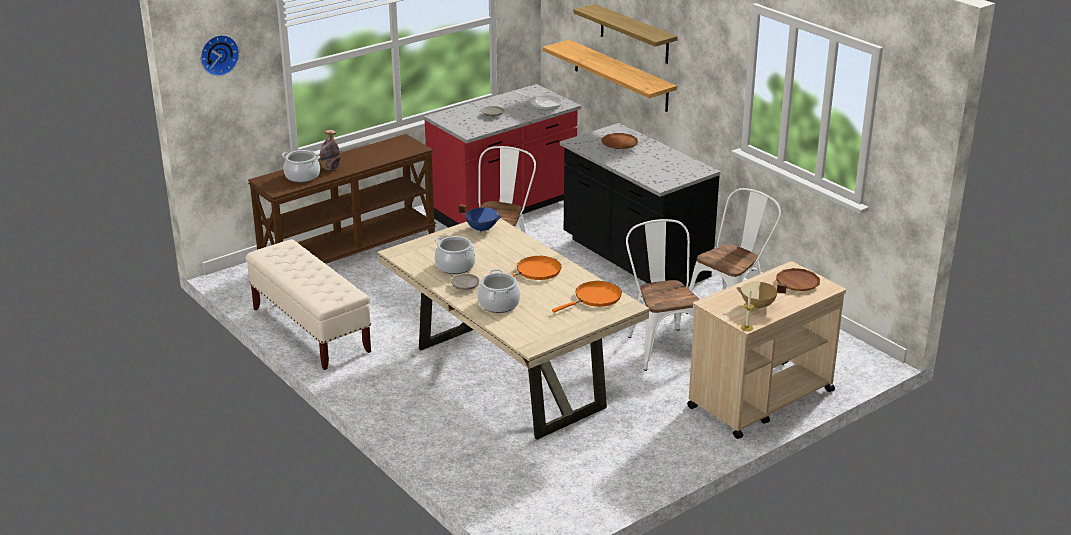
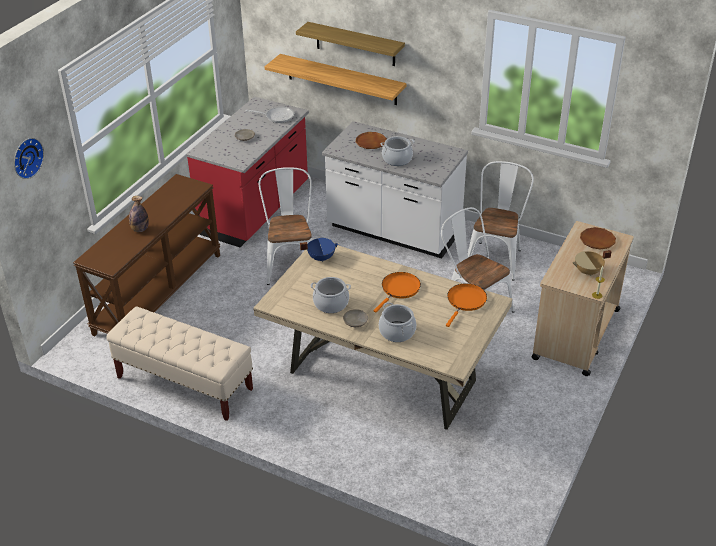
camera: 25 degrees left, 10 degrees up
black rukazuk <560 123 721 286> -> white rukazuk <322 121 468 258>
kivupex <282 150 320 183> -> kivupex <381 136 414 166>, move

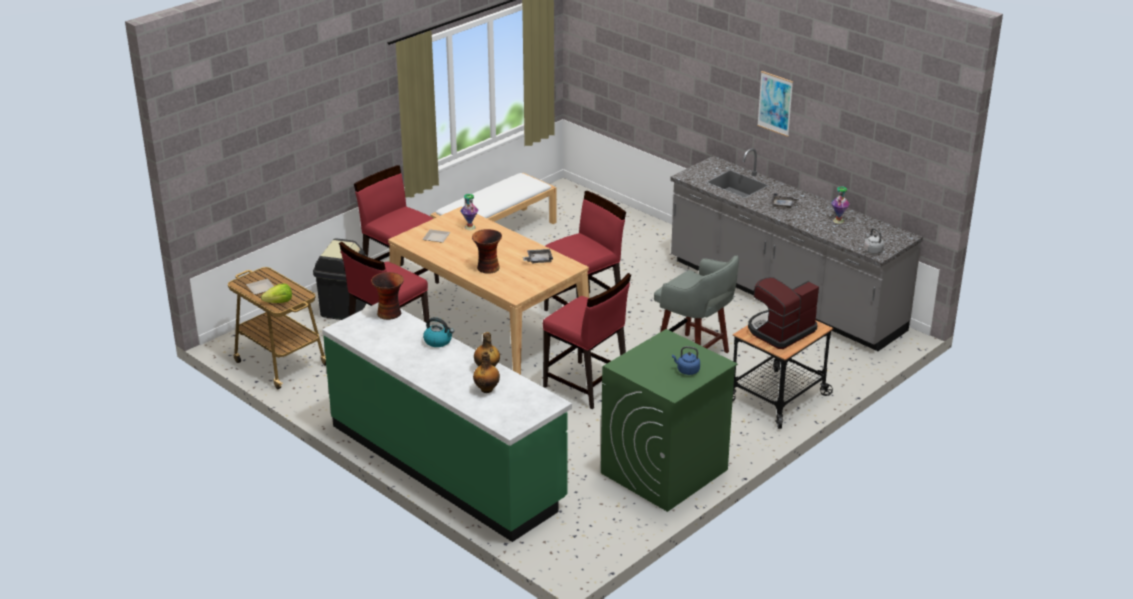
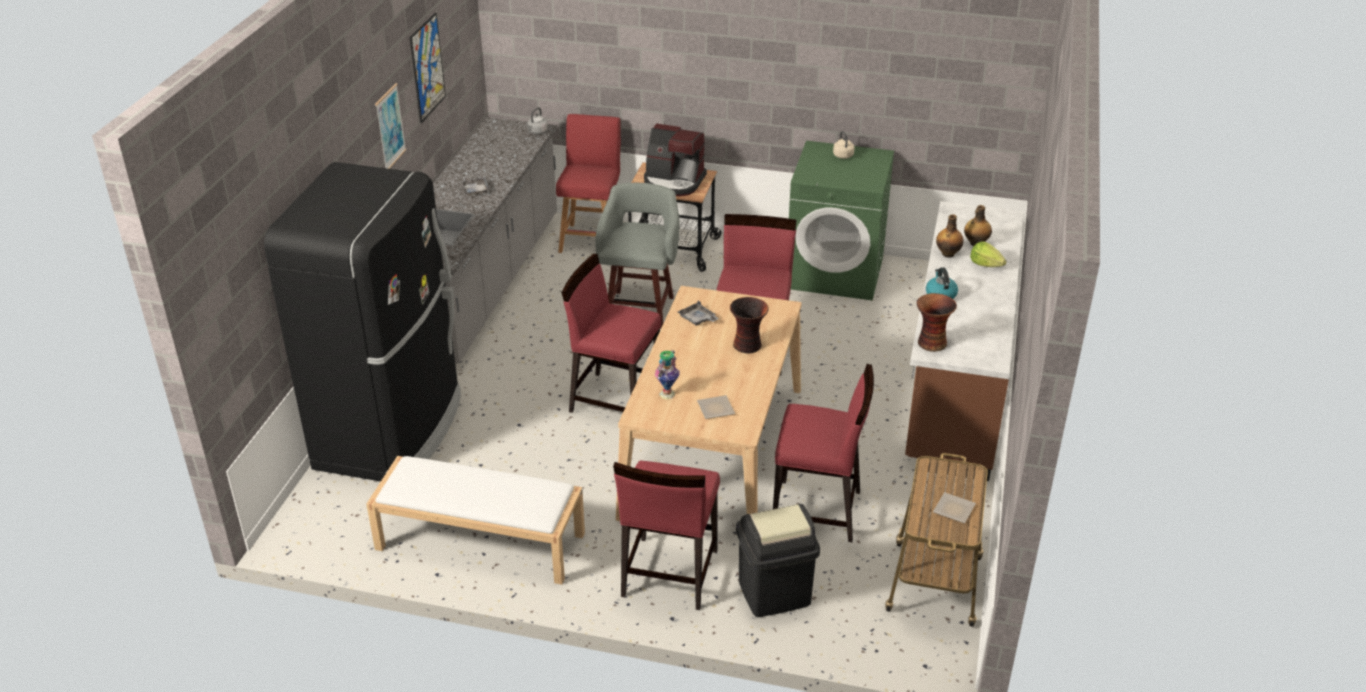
camera: 120 degrees left, 5 degrees up
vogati <831 186 850 224> -> none
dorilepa <261 284 292 303> -> dorilepa <970 241 1006 267>, move
green rukazuk <322 302 572 542> -> brown rukazuk <905 201 1024 481>
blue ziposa <672 346 700 375> -> beige ziposa <833 131 855 159>
none -> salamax <410 13 446 123>
none -> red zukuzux <556 114 621 253>
none -> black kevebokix <264 162 461 482>

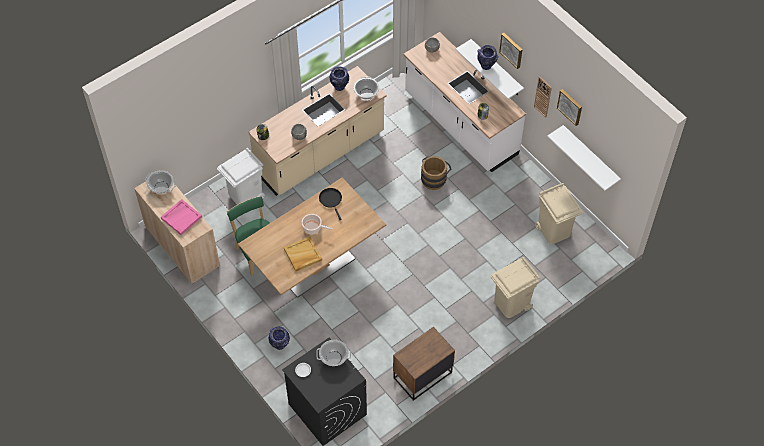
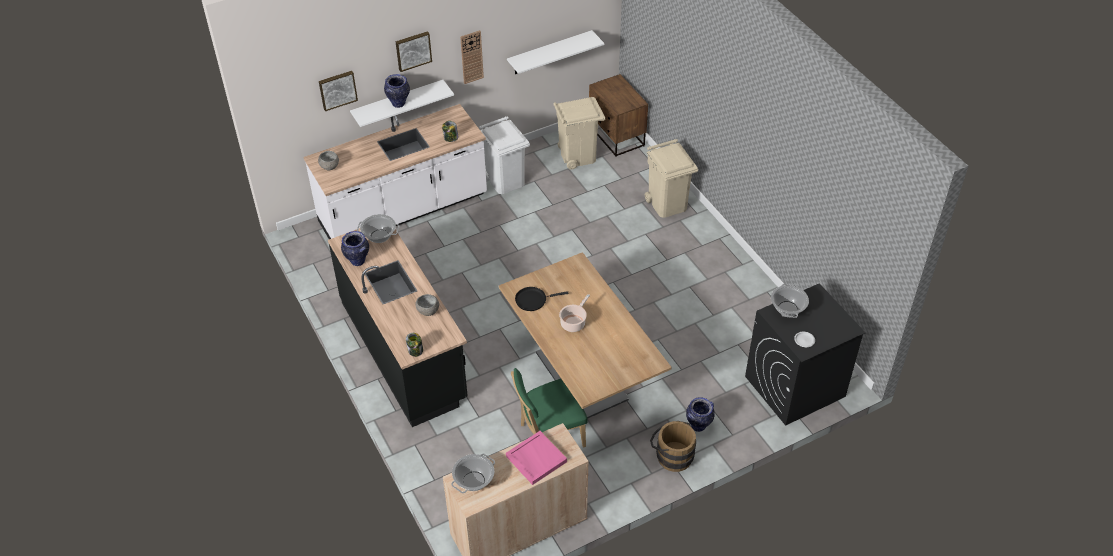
camera: 80 degrees left, 10 degrees down
beige rukazuk <248 66 387 196> -> black rukazuk <328 228 468 427>
salamax <557 89 582 126> -> salamax <319 71 358 111>, move
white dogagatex <217 148 265 205> -> white dogagatex <479 116 530 194>, move
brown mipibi <421 156 451 190> -> brown mipibi <650 421 696 472>, move
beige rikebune <284 237 322 271> -> none
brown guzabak <393 327 455 401> -> brown guzabak <589 74 648 157>, move

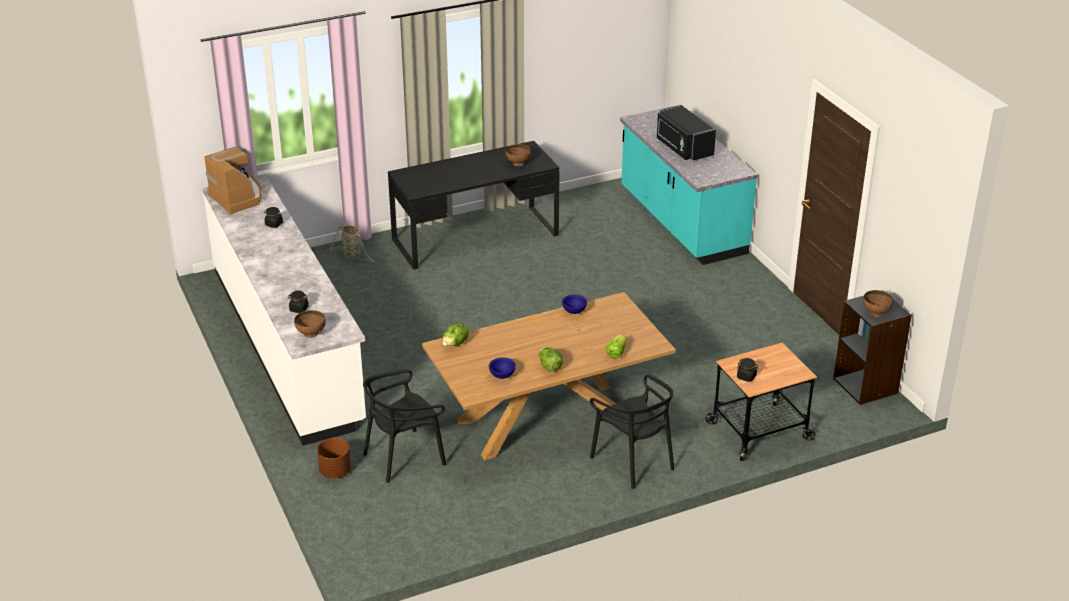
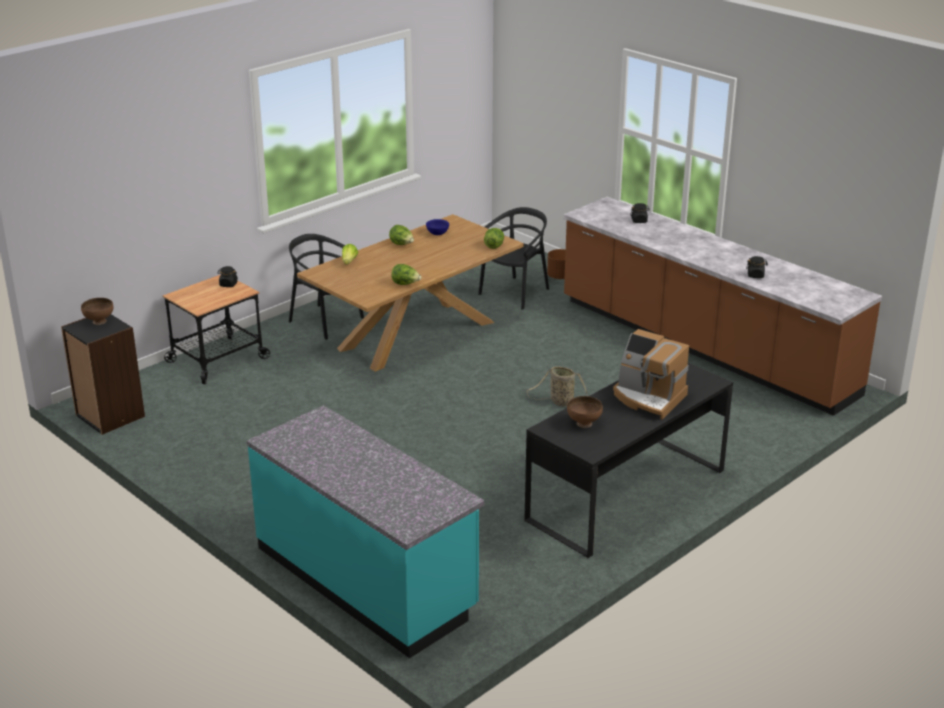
camera: 160 degrees right, 5 degrees down
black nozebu <657 105 716 162> -> none
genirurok <205 147 262 214> -> genirurok <613 329 689 420>, move
white rukazuk <202 176 366 446> -> brown rukazuk <563 197 882 416>
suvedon <330 225 374 262> -> suvedon <527 366 587 406>, move
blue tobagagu <562 295 587 314> -> dorilepa <391 264 421 285>
brown tobagagu <294 310 326 338> -> none

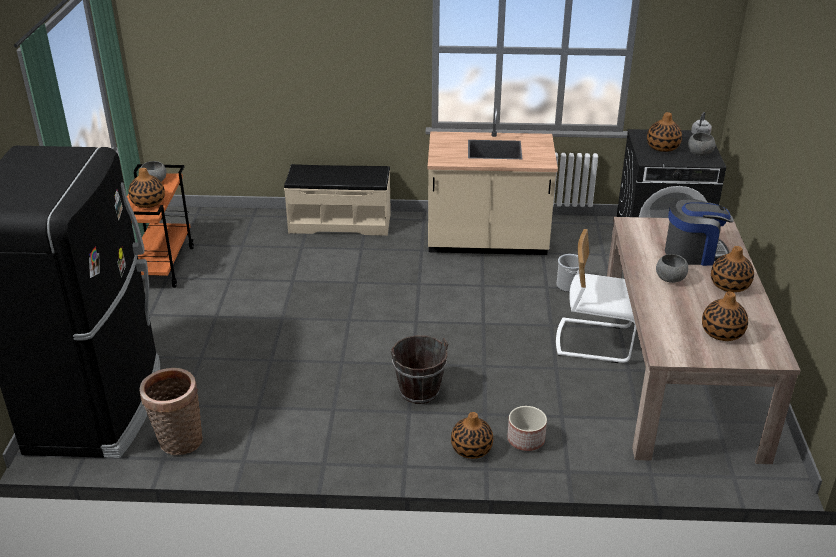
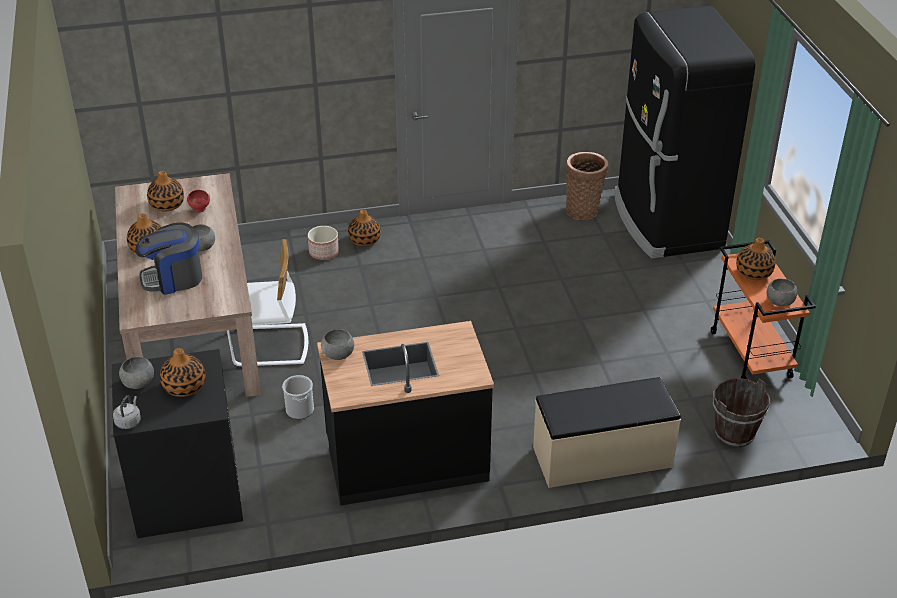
camera: 165 degrees right, 5 degrees up
beige rukazuk <428 108 558 255> -> black rukazuk <317 321 494 506>
brown mipibi <391 335 448 404> -> brown mipibi <713 378 770 447>, move
none -> red tobagagu <187 190 210 213>
none -> grey tobagagu <321 329 354 360>

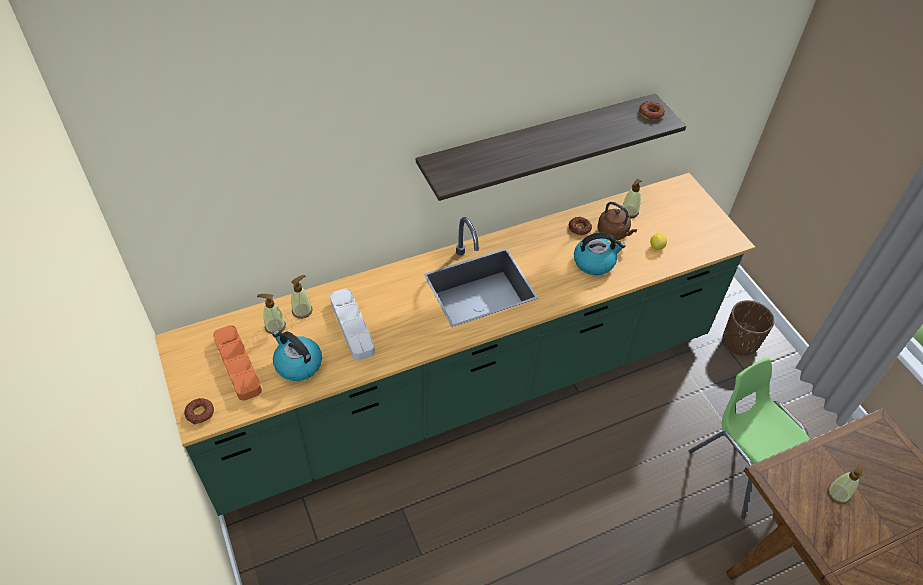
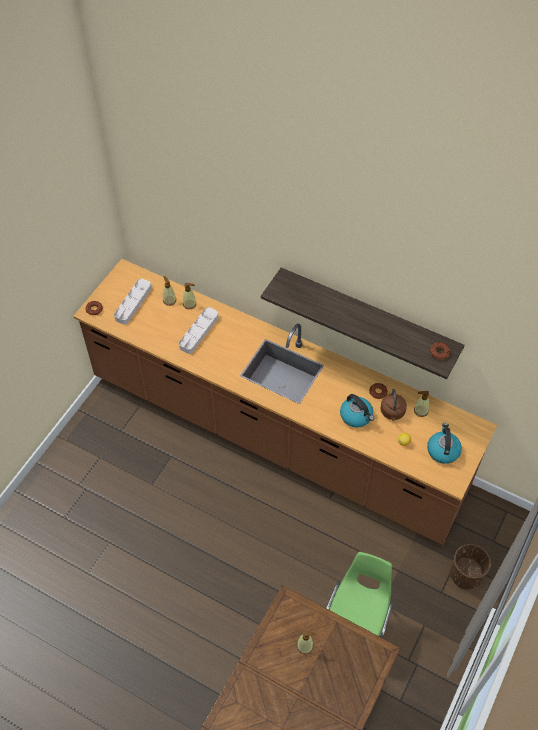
camera: 55 degrees right, 5 degrees up
green rukazuk <155 173 755 516> -> brown rukazuk <73 259 497 545>
orange rikebune <213 325 262 401> -> grey rikebune <114 279 152 325>
ziposa <273 330 322 381> -> ziposa <427 423 462 464>, move

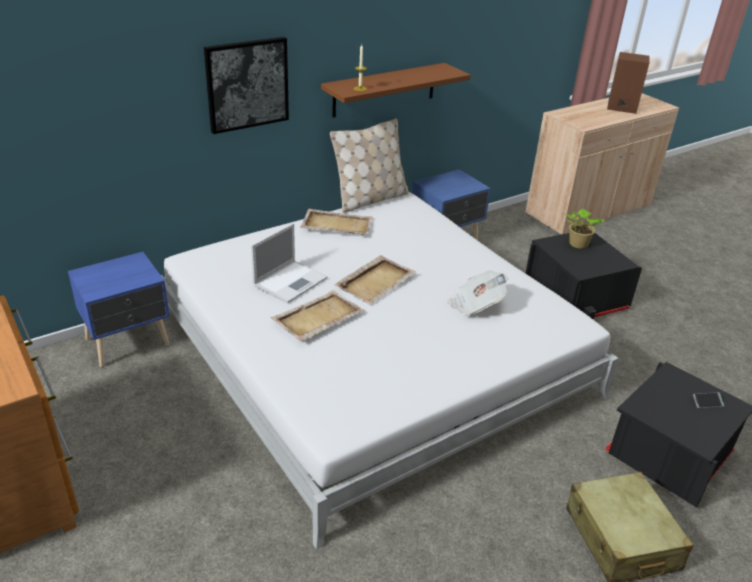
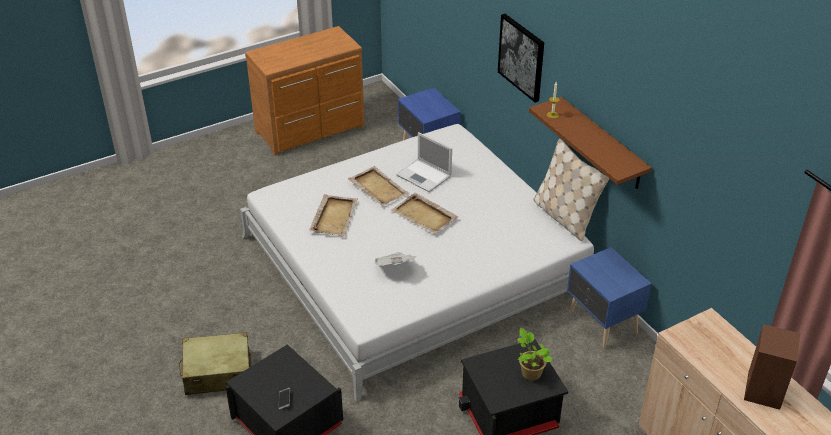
camera: 95 degrees right, 5 degrees up
beige rikebune <300 209 373 235> -> beige rikebune <309 194 358 237>, move

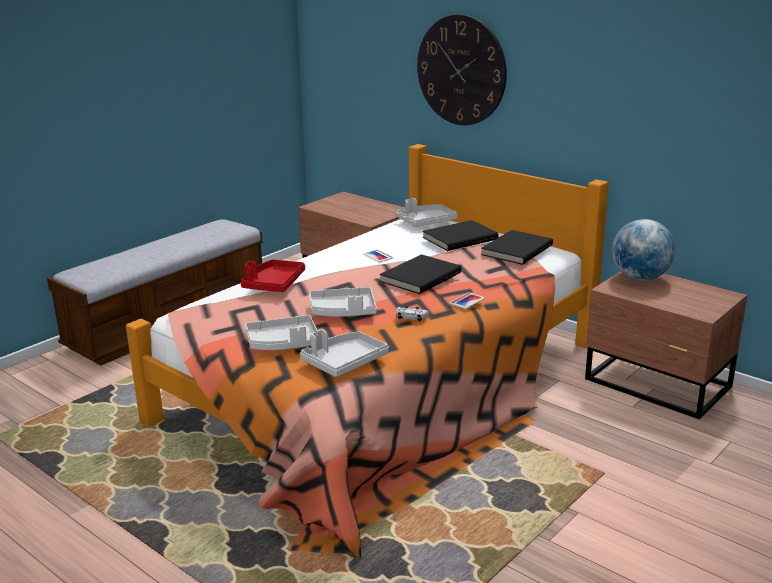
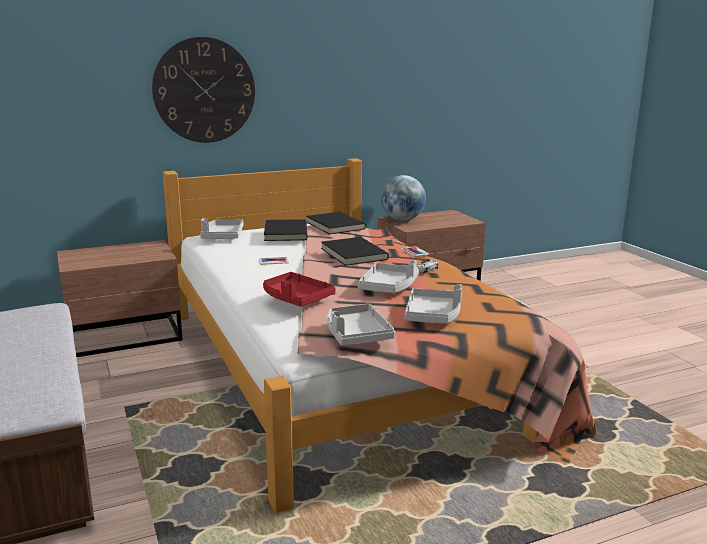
camera: 65 degrees left, 5 degrees down
grey rikebune <300 329 389 377> -> grey rikebune <327 304 395 345>, move

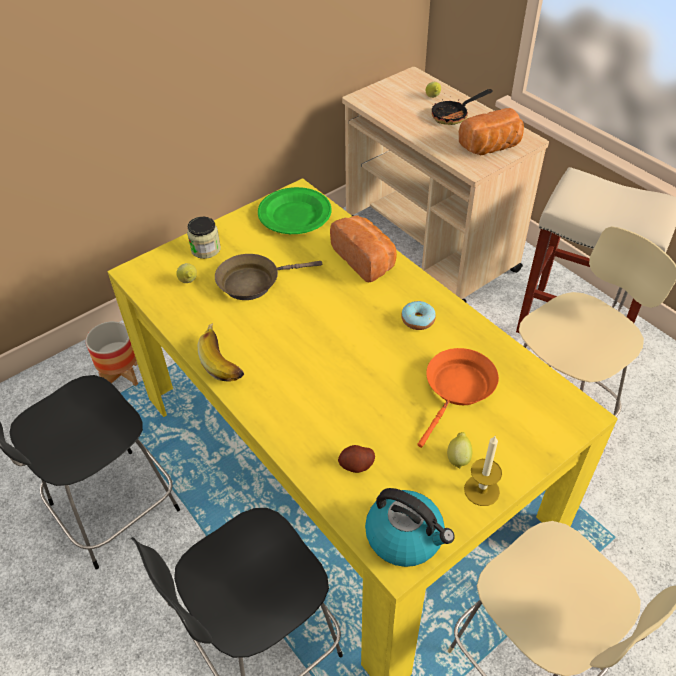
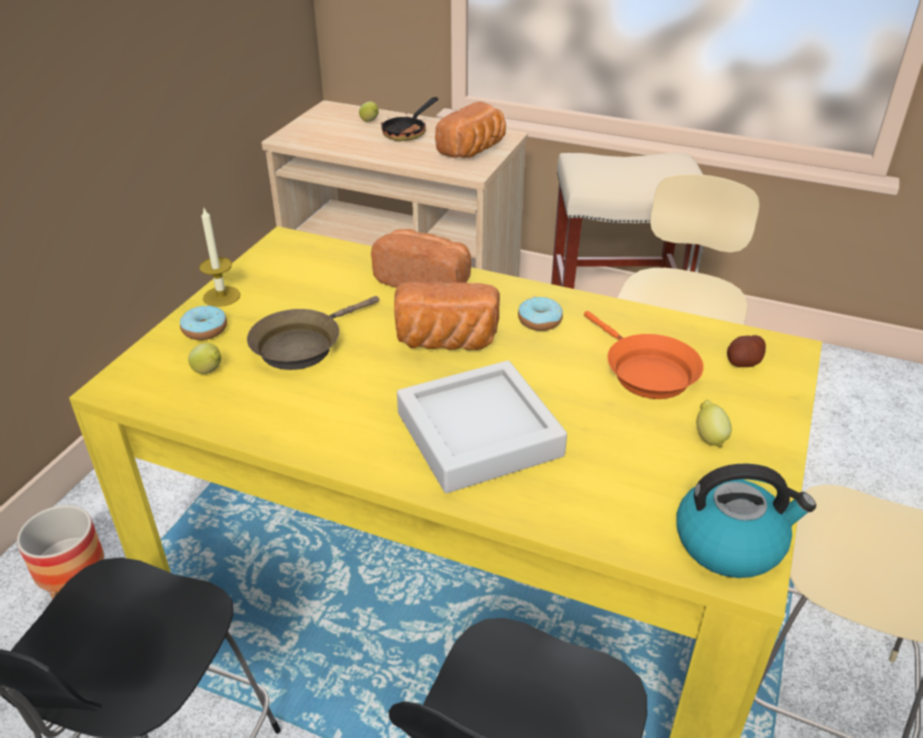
camera: 30 degrees left, 10 degrees down
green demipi <258 187 331 234> -> none
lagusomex <187 217 221 259> -> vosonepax <180 305 227 340>
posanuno <198 323 245 382> -> none
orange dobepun <418 348 499 448> -> orange dobepun <584 311 704 399>, 150 degrees clockwise
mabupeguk <464 435 502 506> -> mabupeguk <199 208 241 307>, move
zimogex <338 445 375 473> -> zimogex <727 335 766 367>, move
none -> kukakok <394 281 500 350>
none -> grey rikebune <397 360 567 493>

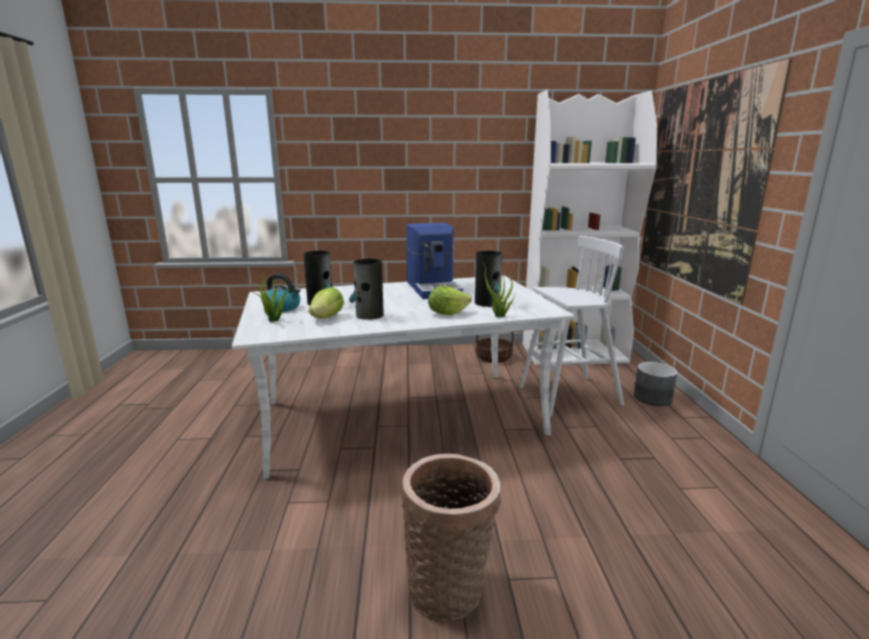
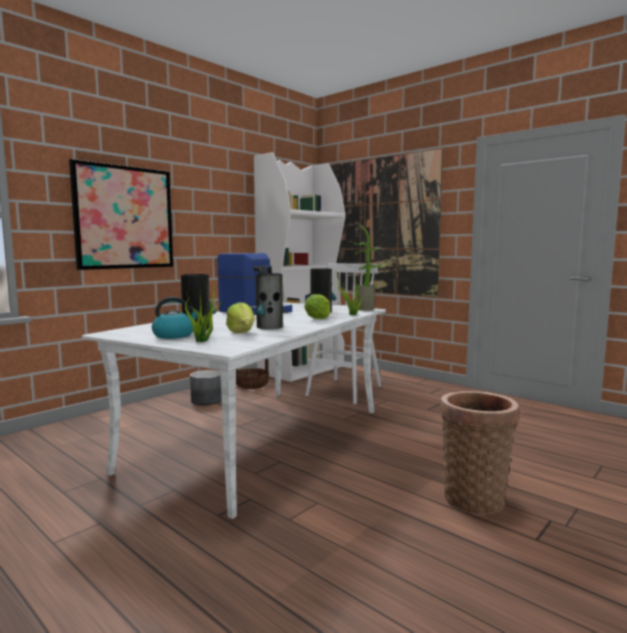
camera: 45 degrees left, 10 degrees down
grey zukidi <634 362 677 406> -> grey zukidi <190 370 222 405>, move
none -> salamax <69 159 173 270>
none -> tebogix <345 226 388 311>

